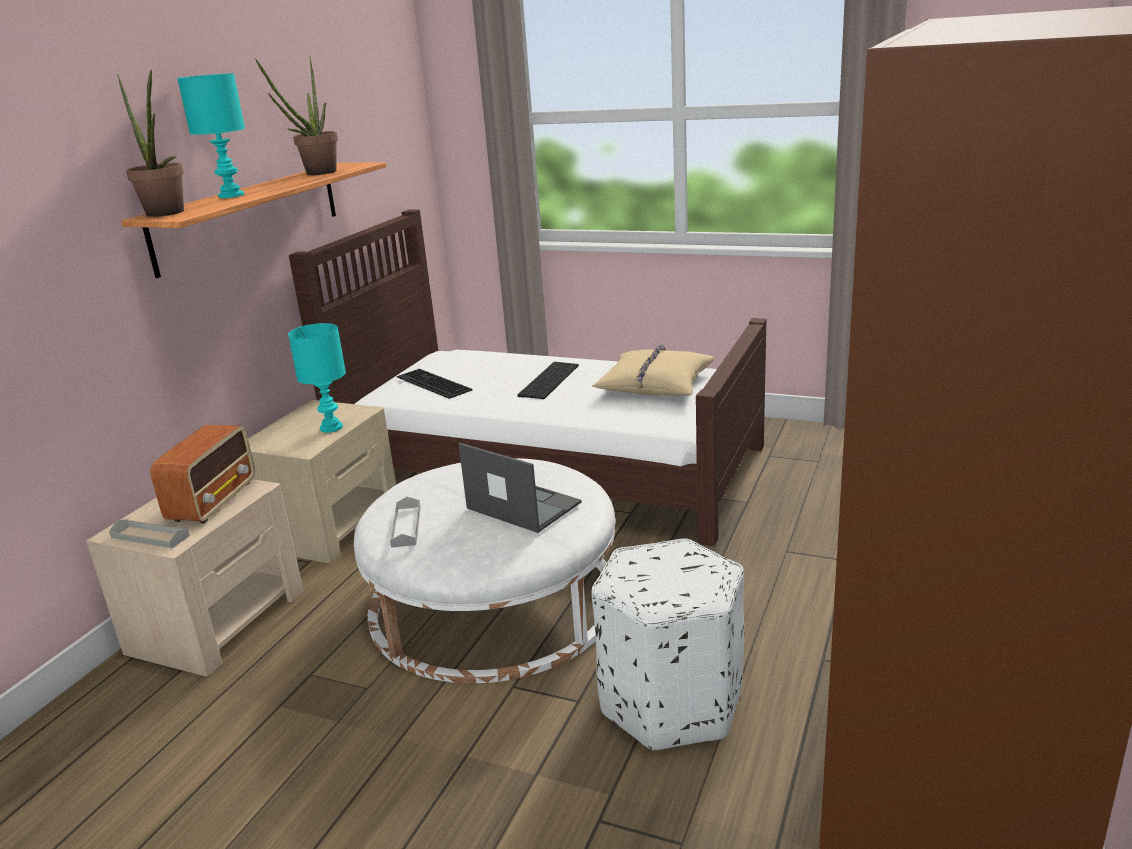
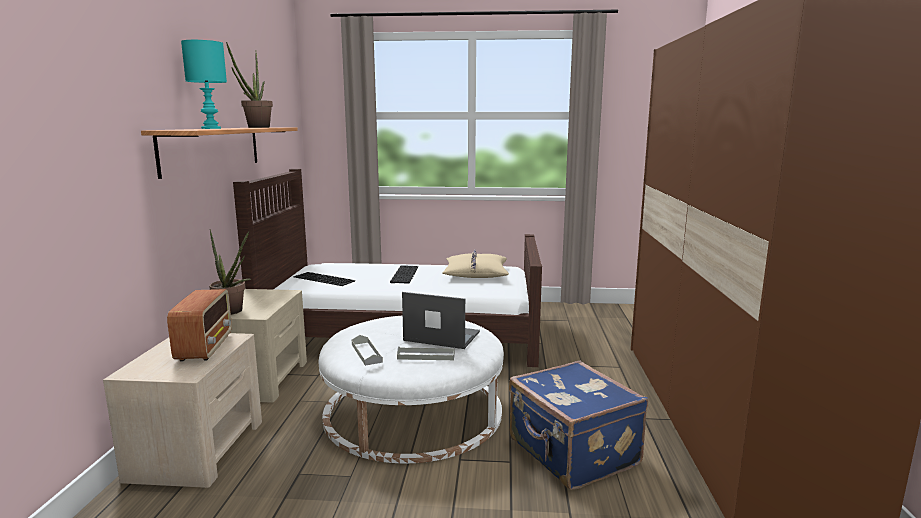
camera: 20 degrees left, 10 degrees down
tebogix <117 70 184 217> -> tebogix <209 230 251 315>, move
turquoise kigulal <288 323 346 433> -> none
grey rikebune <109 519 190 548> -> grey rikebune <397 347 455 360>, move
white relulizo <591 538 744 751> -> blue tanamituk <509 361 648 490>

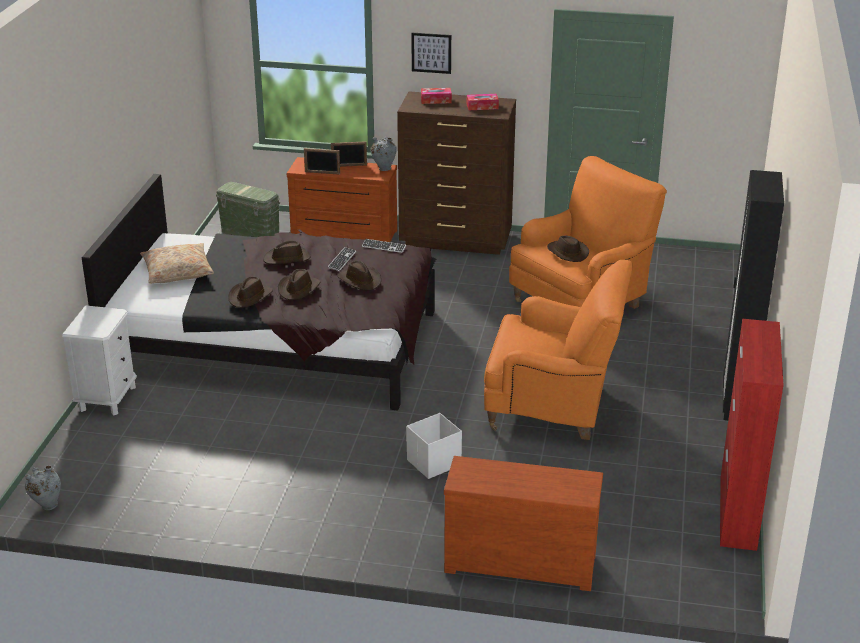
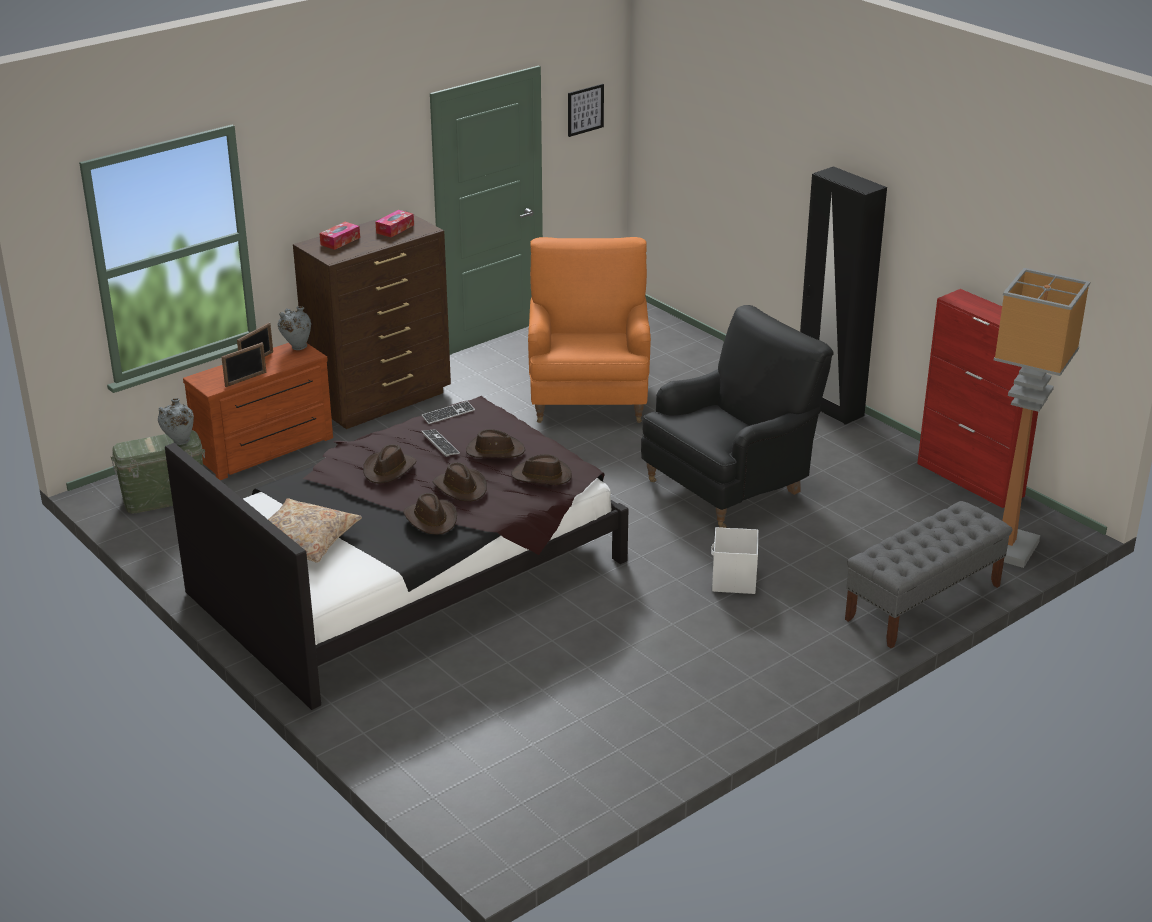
camera: 50 degrees left, 0 degrees up
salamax <411 33 451 74> -> salamax <568 84 604 137>, move
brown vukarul <547 236 589 262> -> brown vukarul <511 454 572 485>, move
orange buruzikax <484 260 633 440> -> black buruzikax <641 305 834 528>
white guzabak <62 305 137 416> -> none
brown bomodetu <444 456 603 591> -> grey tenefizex <845 501 1013 648>
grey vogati <25 465 61 510> -> grey vogati <158 398 194 445>, move
none -> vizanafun <994 268 1090 568>

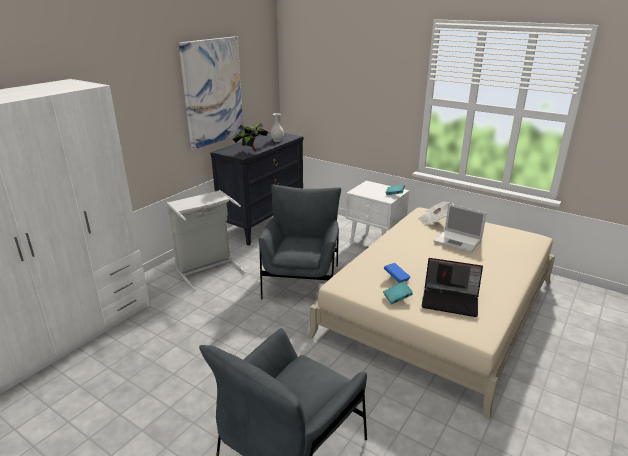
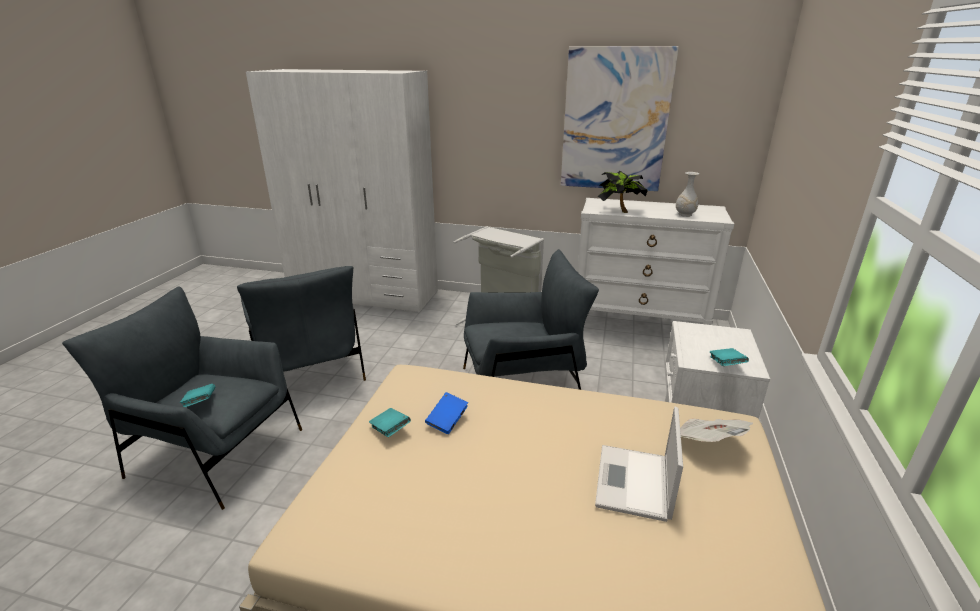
camera: 70 degrees right, 0 degrees up
black bomodetu <210 132 303 246> -> white bomodetu <578 198 734 325>
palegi <422 258 483 317> -> none
none -> grey buruzikax <237 266 366 381>
none -> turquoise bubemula <180 384 216 407>

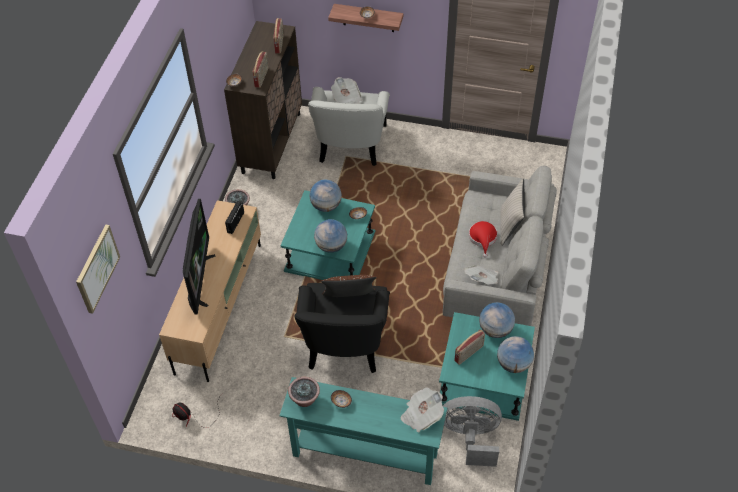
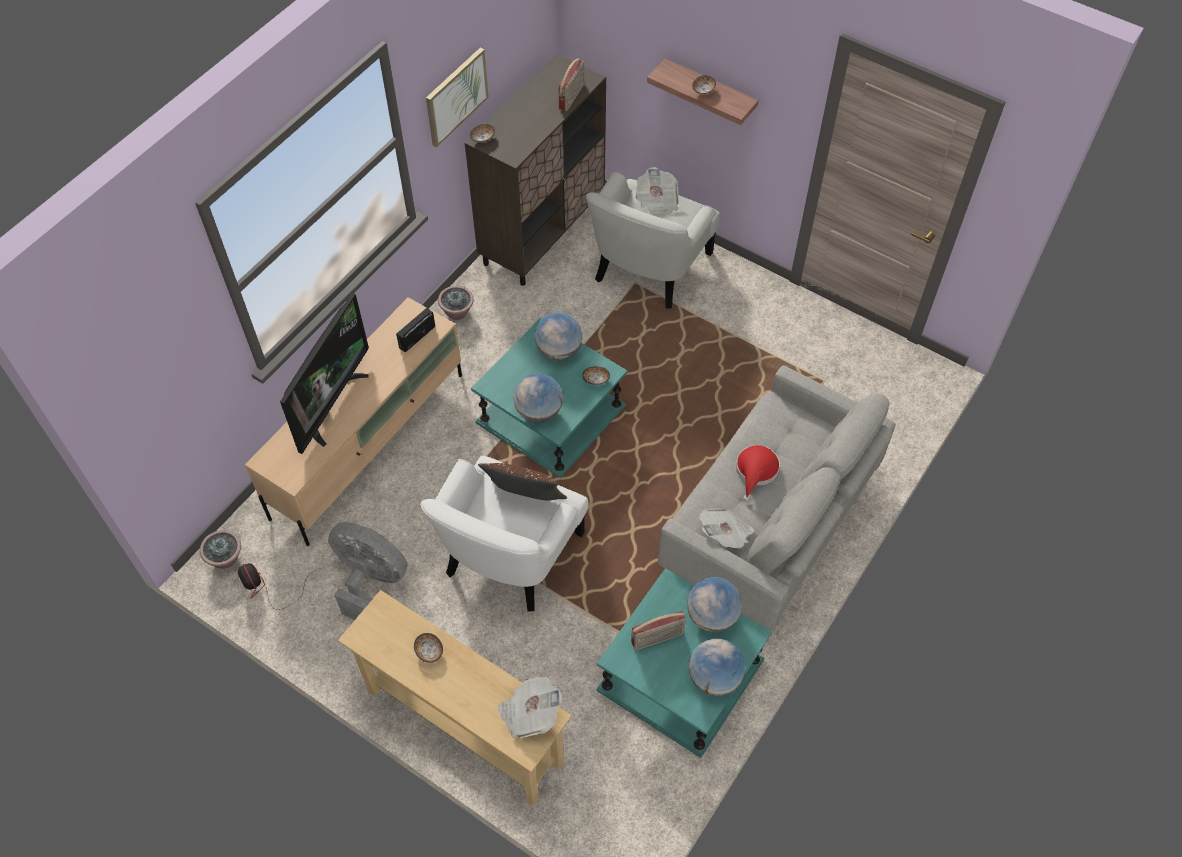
camera: 20 degrees right, 5 degrees up
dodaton <253 51 269 88> -> none
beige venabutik <500 179 525 246> -> none
salamax <76 224 120 314> -> salamax <426 47 489 147>, move
black buruzikax <294 283 390 373> -> white buruzikax <420 455 588 612>
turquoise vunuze <279 377 447 485> -> beige vunuze <338 590 572 806>
tebogix <288 377 320 407> -> tebogix <200 530 241 569>, move
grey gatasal <443 396 502 467> -> grey gatasal <328 522 408 620>, move

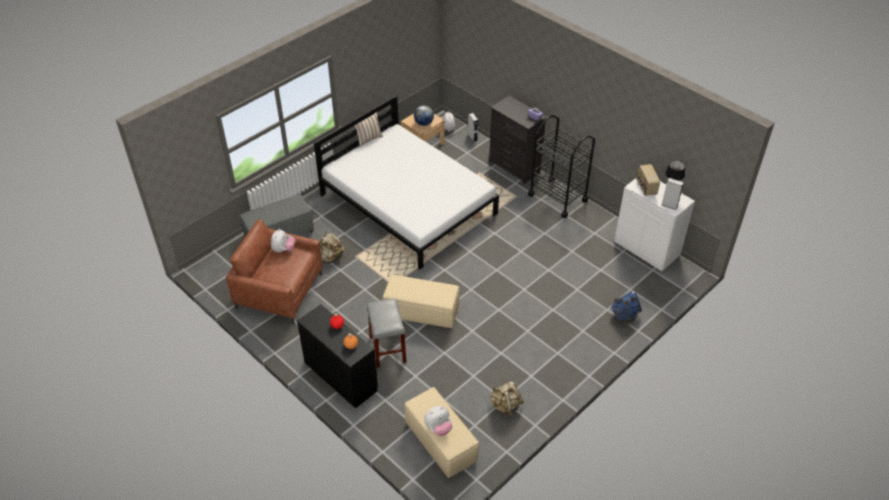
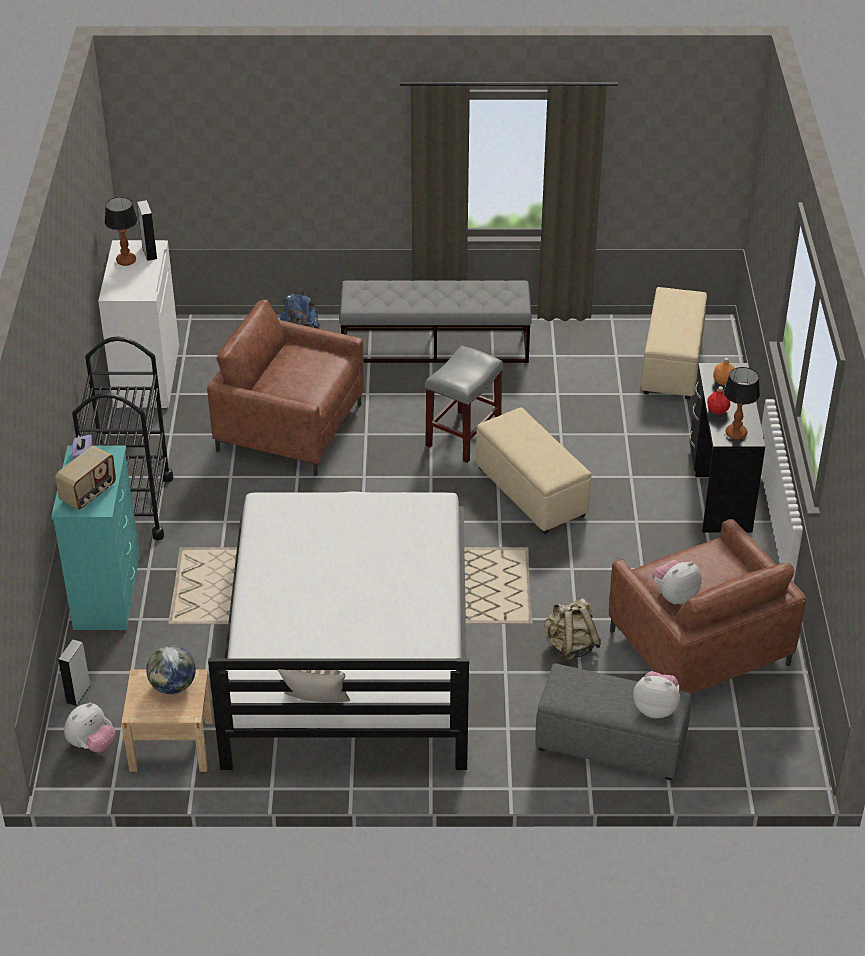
camera: 135 degrees left, 5 degrees down
black bomodetu <489 96 547 184> -> turquoise bomodetu <51 445 140 630>
dodaton <636 164 660 196> -> dodaton <55 446 116 510>, move
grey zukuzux <367 299 407 368> -> grey zukuzux <425 346 503 463>, move
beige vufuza <490 381 524 417> -> none
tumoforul <424 406 452 436> -> tumoforul <633 671 680 718>, move
none -> grey tenefizex <339 281 532 363>
none -> brown buruzikax <207 300 364 476>
none -> kigulal <724 367 760 440>

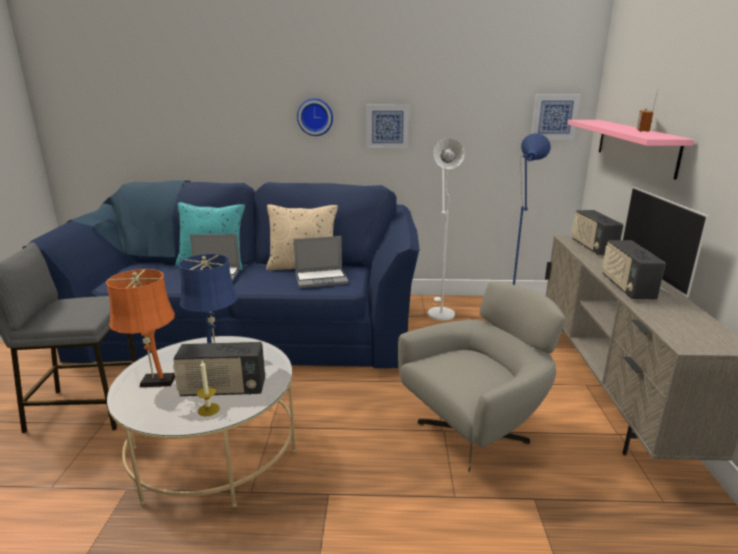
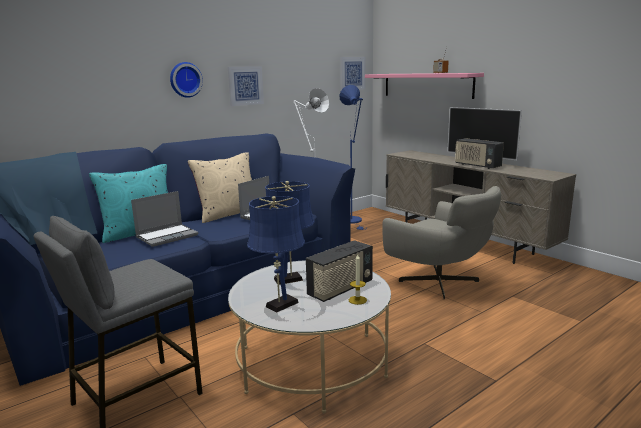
camera: 40 degrees left, 5 degrees down
dodaton <572 210 624 255> -> none
orange kigulal <106 269 175 387> -> blue kigulal <247 196 305 313>
grey buruzikax <398 282 566 472> -> grey buruzikax <382 186 501 300>, 120 degrees clockwise

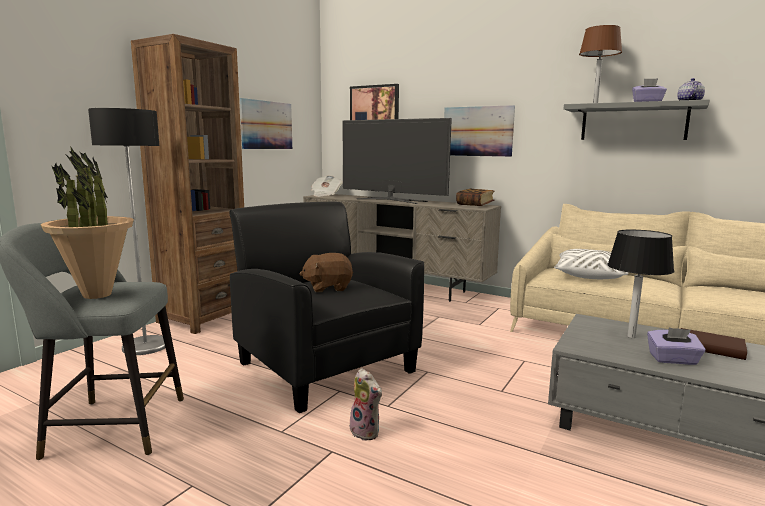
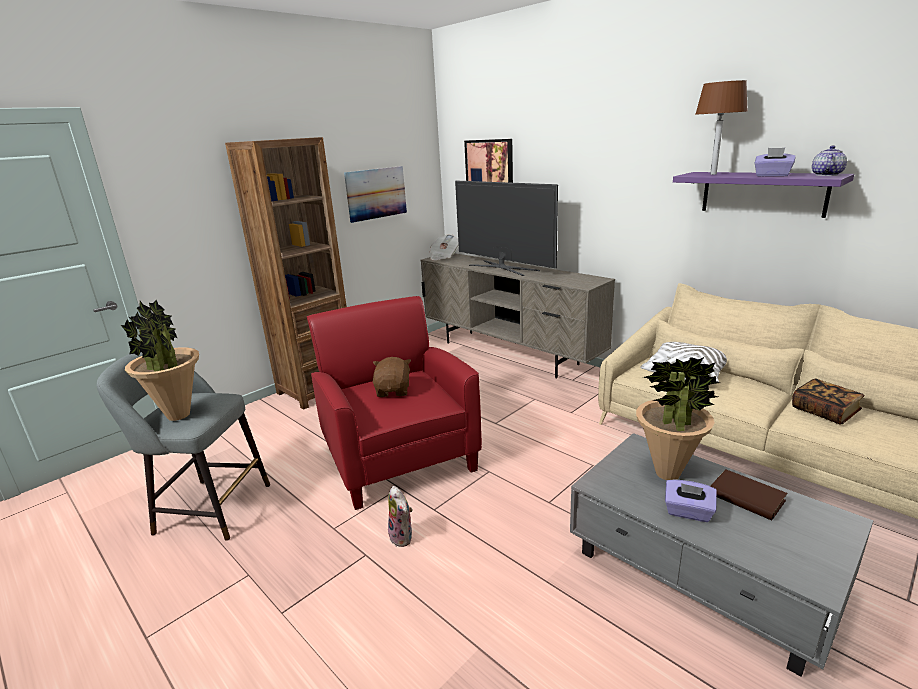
camera: 15 degrees right, 10 degrees up
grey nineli <564 99 710 140> -> purple nineli <673 172 854 218>
salamax <444 105 515 157> -> none
vizanafun <88 108 165 355> -> none
bubemula <456 189 495 206> -> bubemula <792 378 864 425>, move
black buruzikax <230 202 424 413> -> red buruzikax <307 296 482 510>
black kigulal <607 230 674 338> -> tebogix <636 357 720 480>
brown tumoforul <300 253 353 292> -> brown tumoforul <373 357 411 397>, 90 degrees clockwise

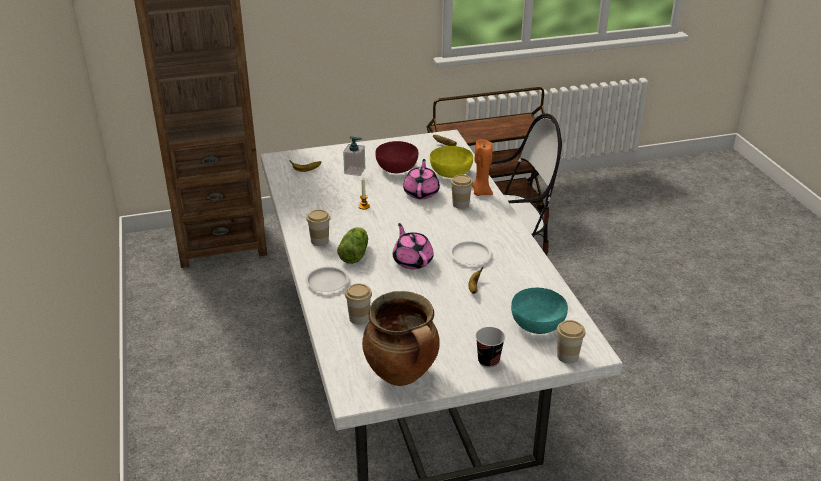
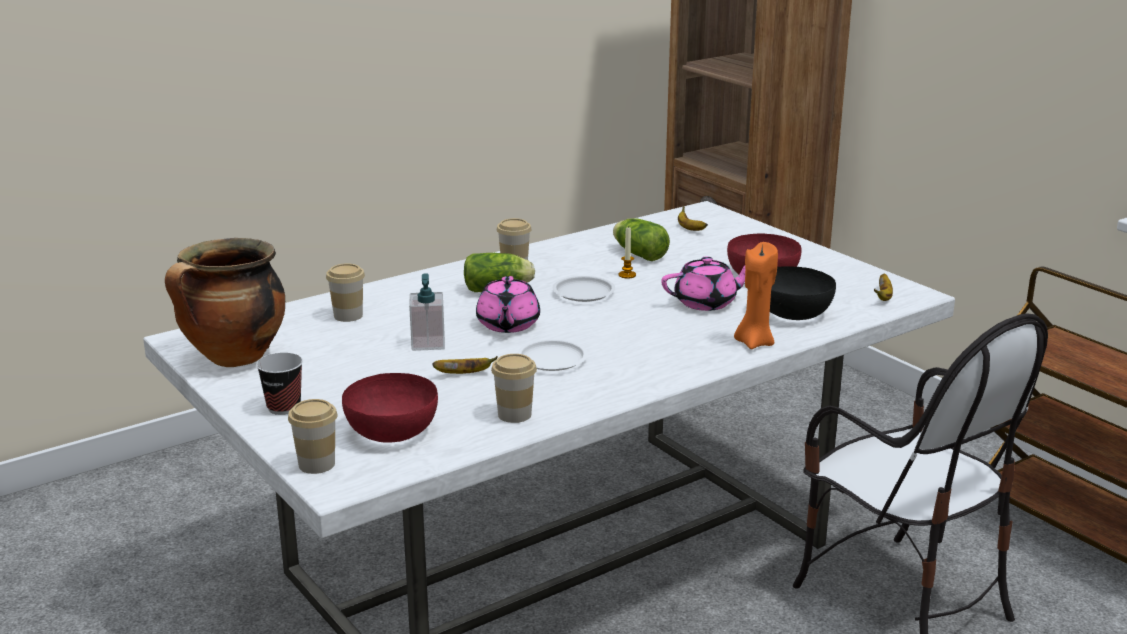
camera: 70 degrees right, 10 degrees down
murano <343 136 365 176> -> murano <409 273 445 351>, move
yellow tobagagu <430 146 473 178> -> black tobagagu <770 266 836 320>
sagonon <450 175 473 209> -> sagonon <491 354 537 423>, move
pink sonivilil <393 223 434 269> -> pink sonivilil <476 276 540 333>, 135 degrees clockwise
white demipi <305 266 349 292> -> white demipi <553 276 615 302>, move
turquoise tobagagu <511 288 568 334> -> red tobagagu <342 373 438 442>
none -> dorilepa <613 218 670 261>

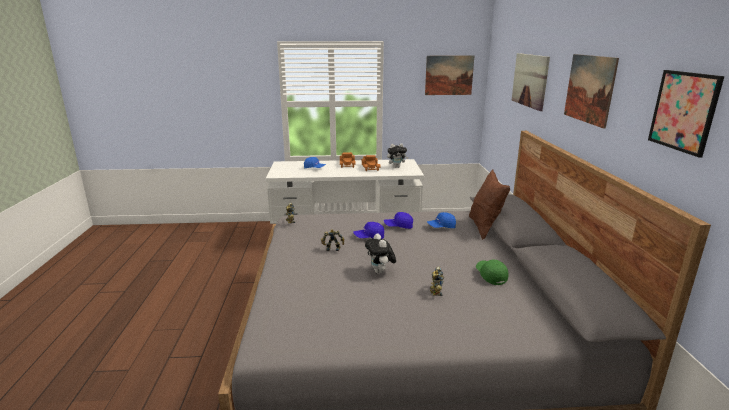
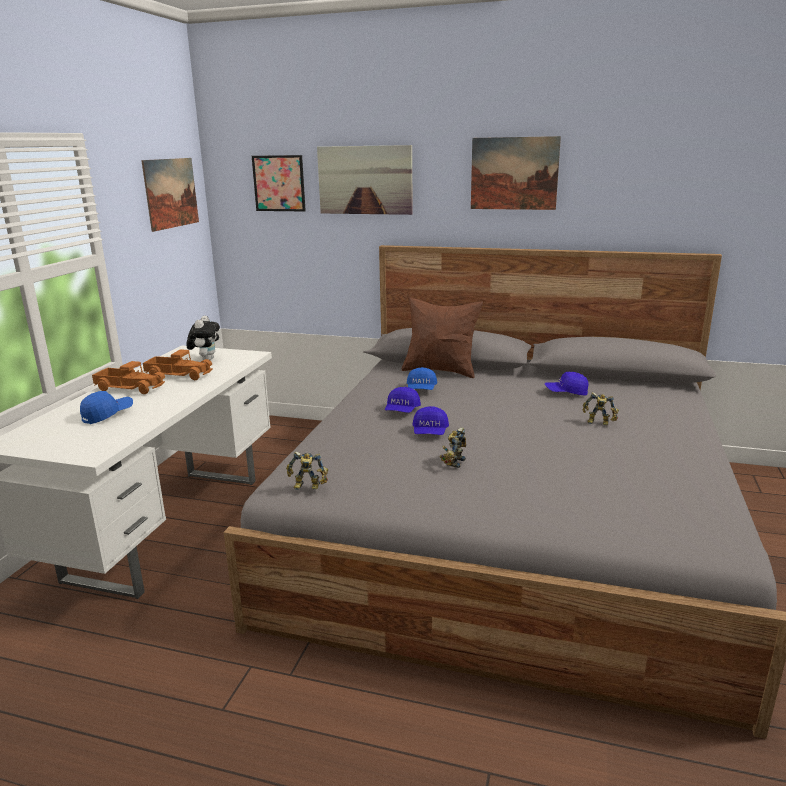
camera: 70 degrees left, 0 degrees up
salamax <648 70 724 157> -> salamax <252 155 306 211>, move
tumoforul <365 233 396 274> -> none
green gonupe <476 259 508 285> -> blue gonupe <544 372 589 395>

